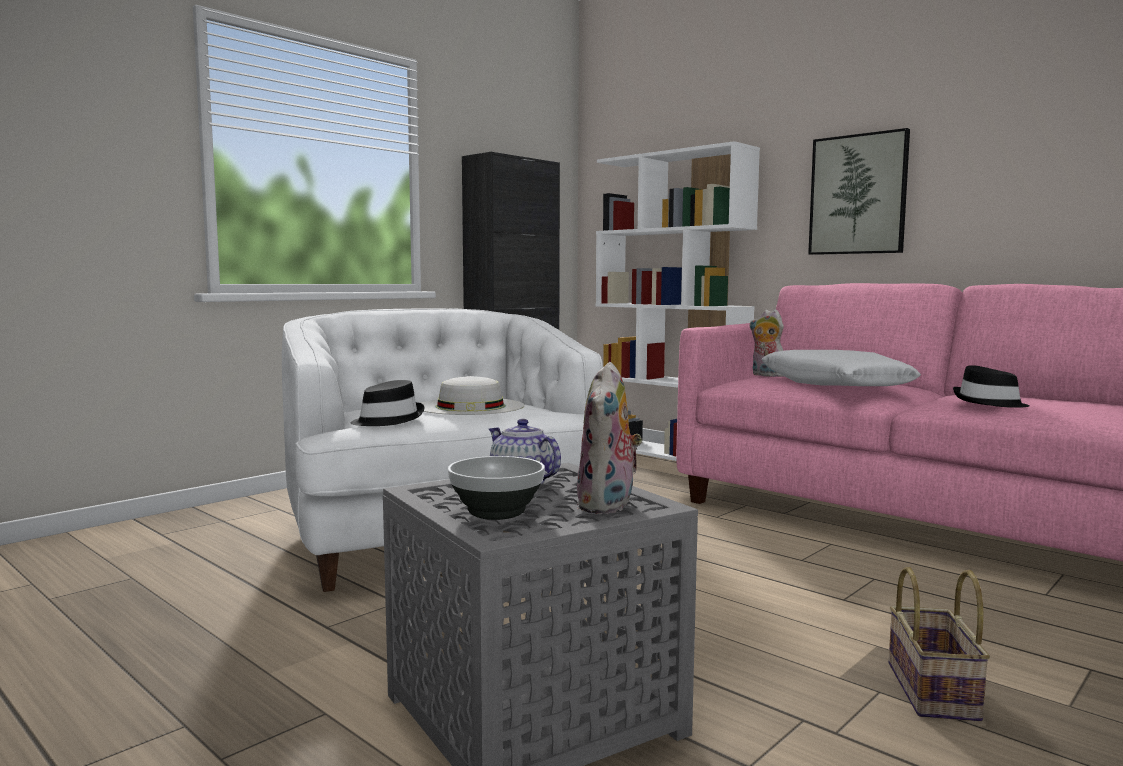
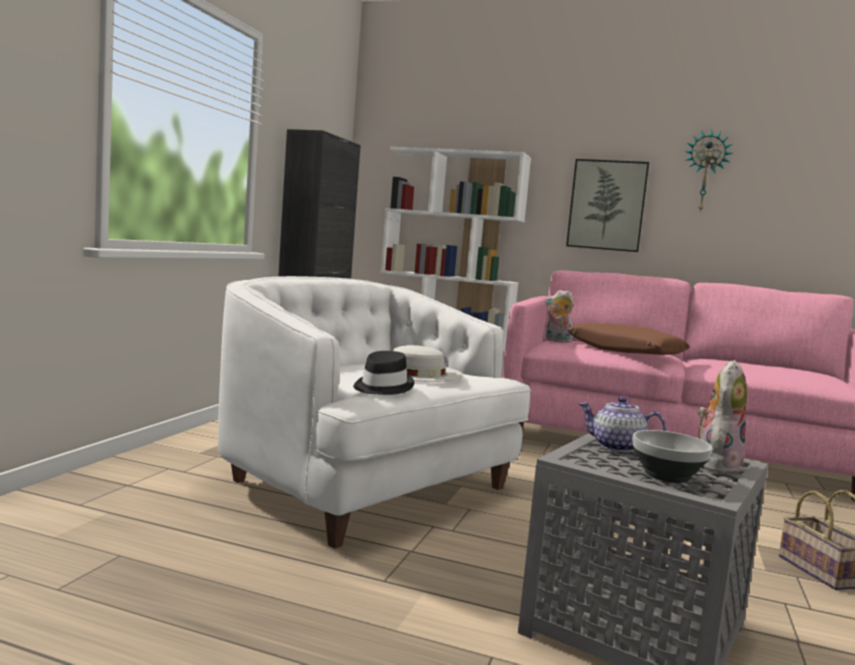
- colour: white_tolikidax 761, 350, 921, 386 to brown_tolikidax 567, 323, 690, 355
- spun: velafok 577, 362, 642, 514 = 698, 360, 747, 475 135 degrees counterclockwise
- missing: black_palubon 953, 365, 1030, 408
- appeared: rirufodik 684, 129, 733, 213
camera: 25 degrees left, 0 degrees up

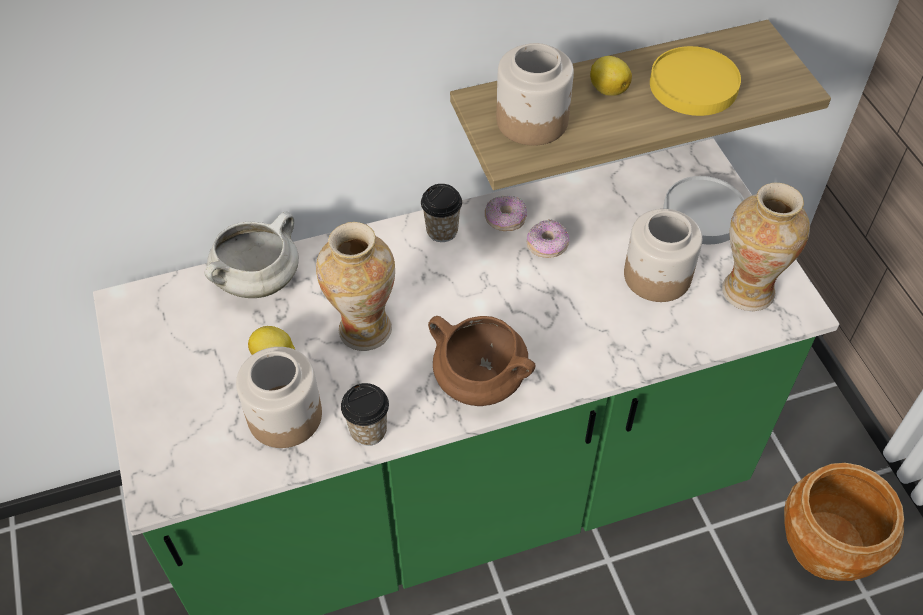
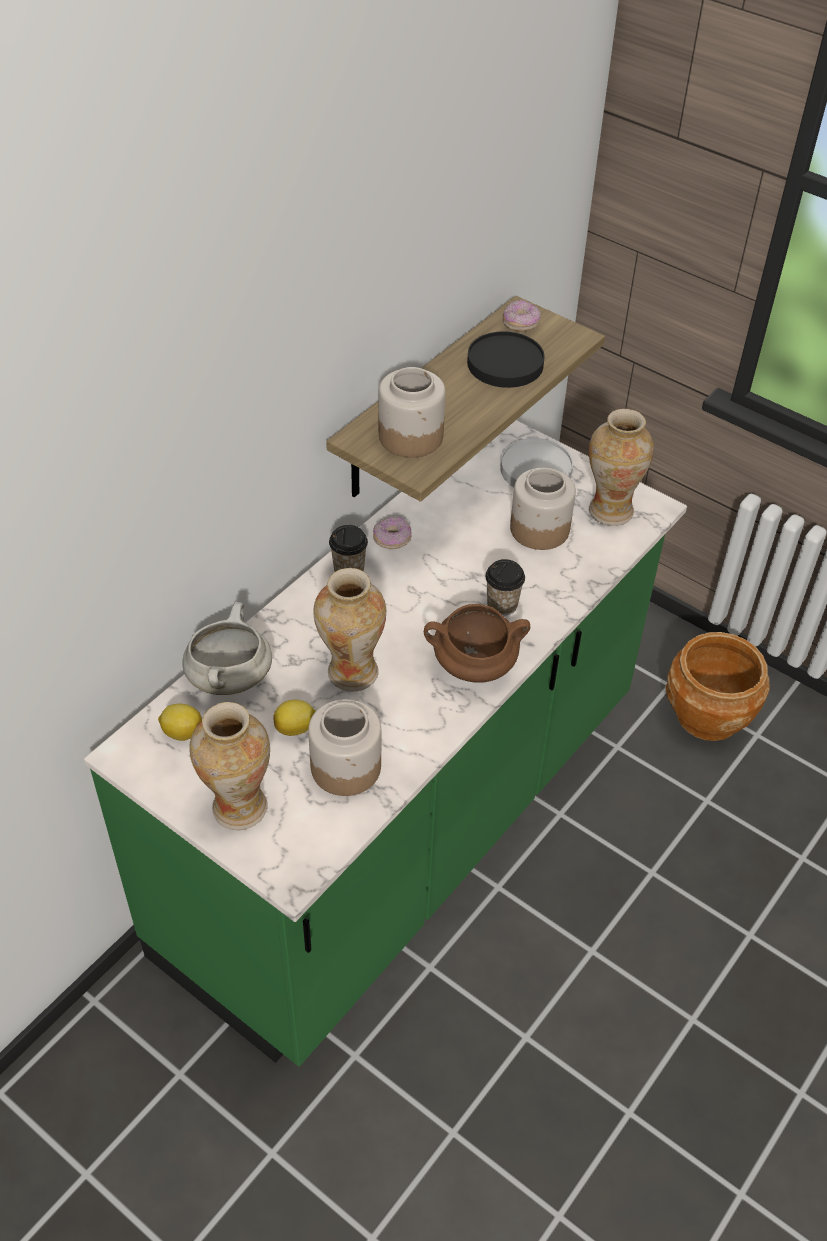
- colour: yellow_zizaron 650, 46, 741, 116 to black_zizaron 467, 331, 545, 388
- relocated: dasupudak 590, 56, 632, 96 to 158, 704, 202, 741
- relocated: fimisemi 527, 219, 569, 258 to 503, 300, 541, 331
- relocated: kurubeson 341, 383, 389, 446 to 485, 559, 525, 616
- appeared: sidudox 189, 702, 270, 830
camera: 35 degrees left, 5 degrees down

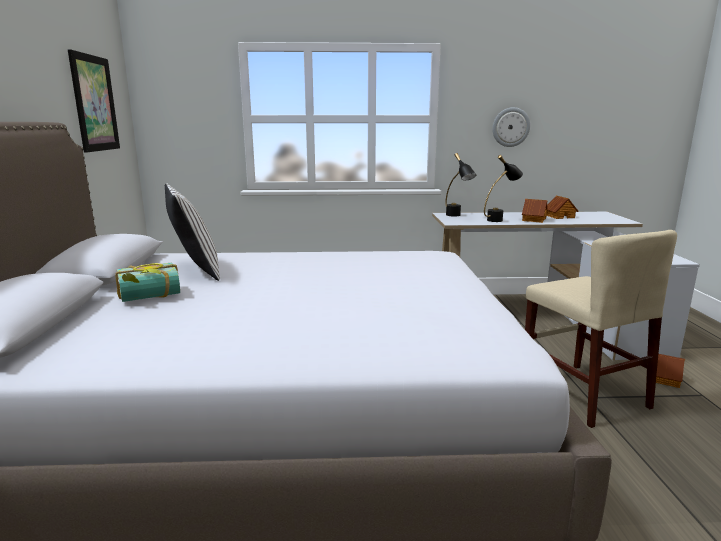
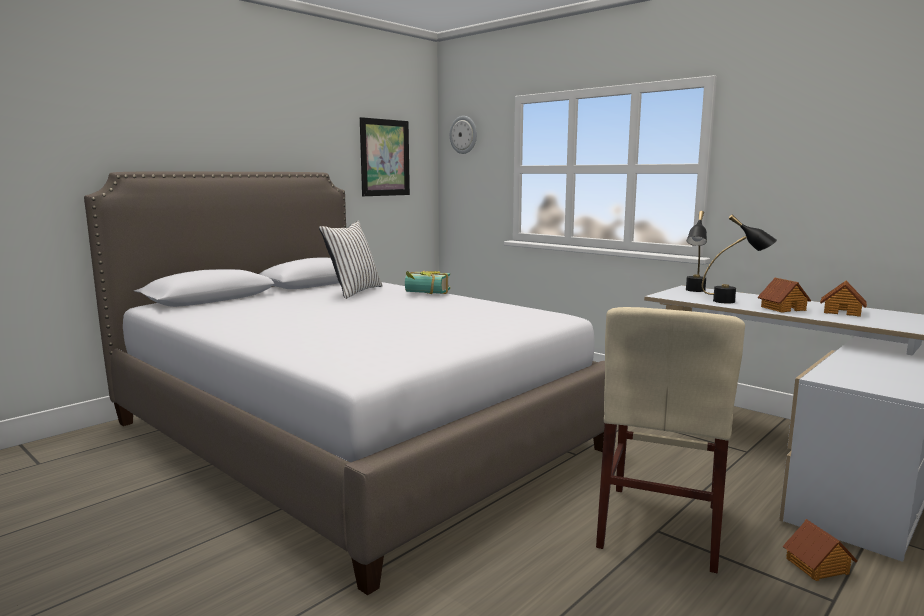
- relocated: rirufodik 492, 107, 530, 147 to 450, 116, 477, 154
- relocated: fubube 115, 262, 180, 302 to 405, 271, 450, 294
camera: 45 degrees right, 5 degrees down

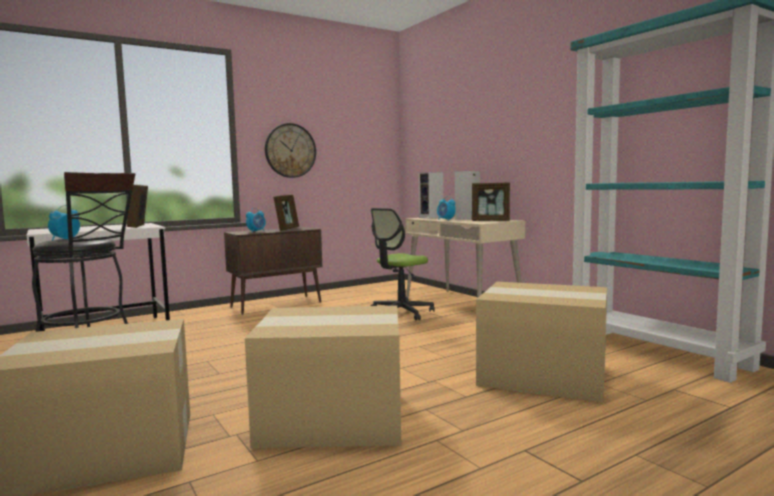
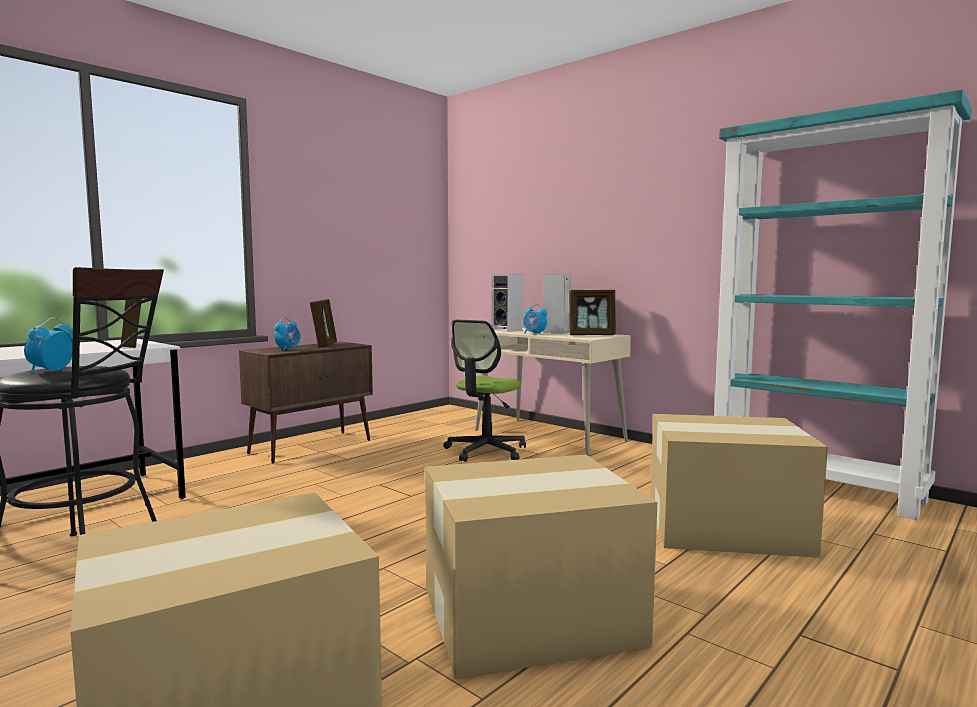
- missing: rirufodik 265, 123, 316, 178
camera: 15 degrees left, 0 degrees up

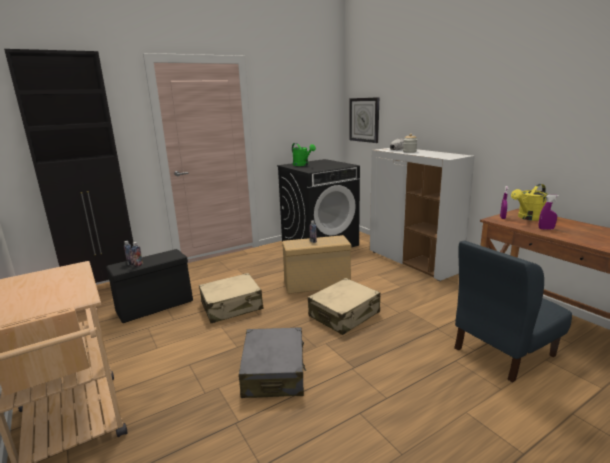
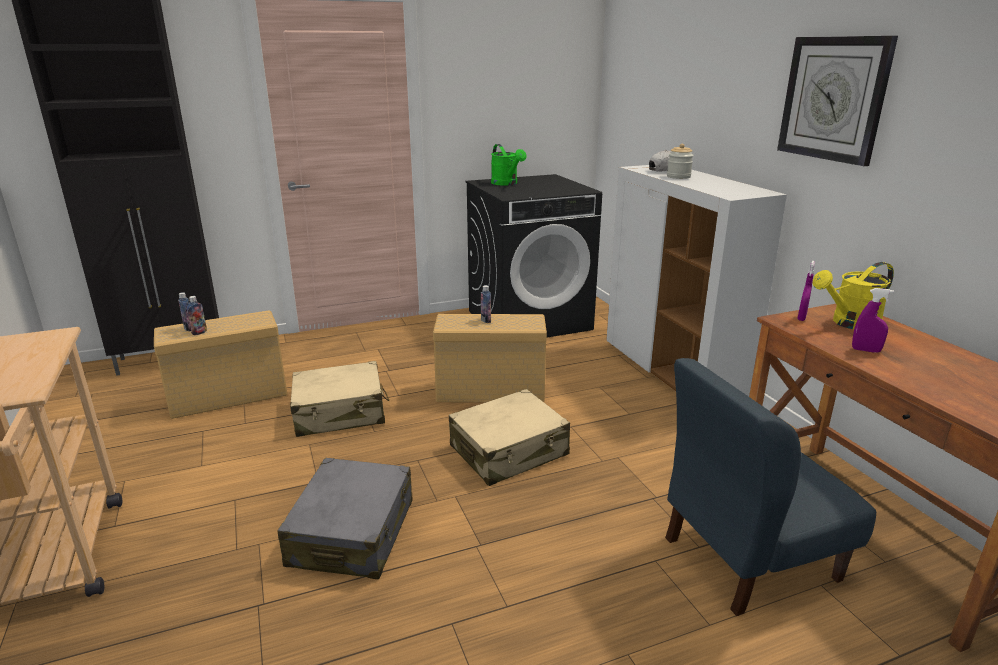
- relocated: rirufodik 349, 97, 379, 143 to 777, 36, 898, 166
- colour: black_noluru 106, 249, 193, 323 to beige_noluru 154, 310, 287, 419
camera: 10 degrees right, 5 degrees up

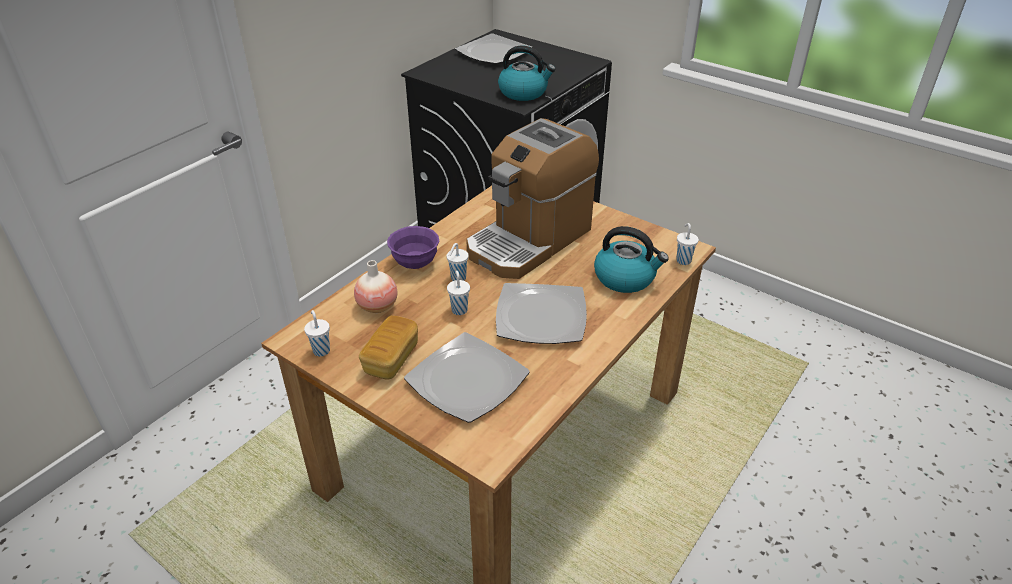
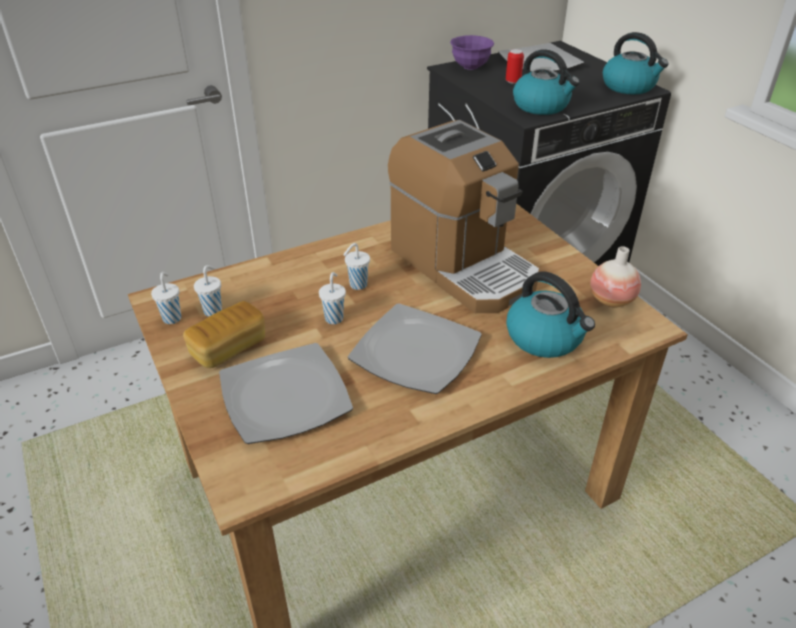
- spun: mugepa 466, 118, 599, 279 = 388, 120, 540, 313 105 degrees counterclockwise
- relocated: white_kurubeson 676, 223, 699, 265 to 194, 265, 222, 317
- relocated: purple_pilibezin 387, 226, 439, 269 to 450, 35, 494, 70
- relocated: sidudox 354, 260, 398, 313 to 590, 246, 641, 308
- appeared: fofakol 603, 32, 669, 95
- appeared: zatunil 506, 49, 524, 84
camera: 25 degrees right, 0 degrees up

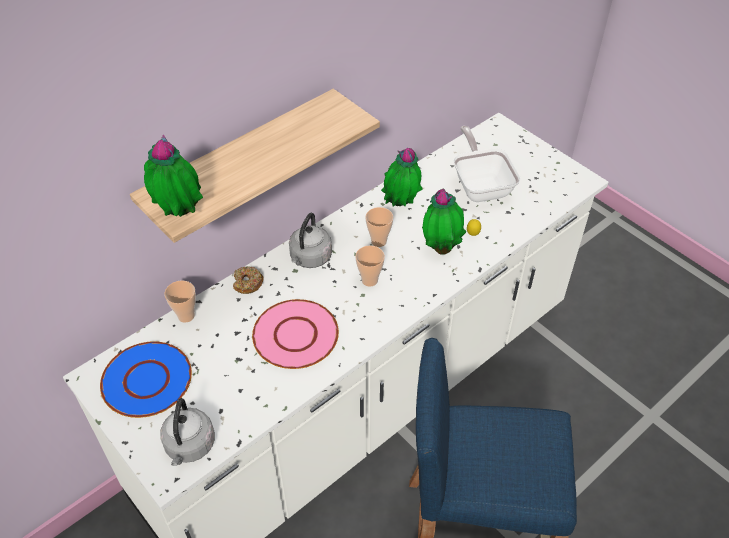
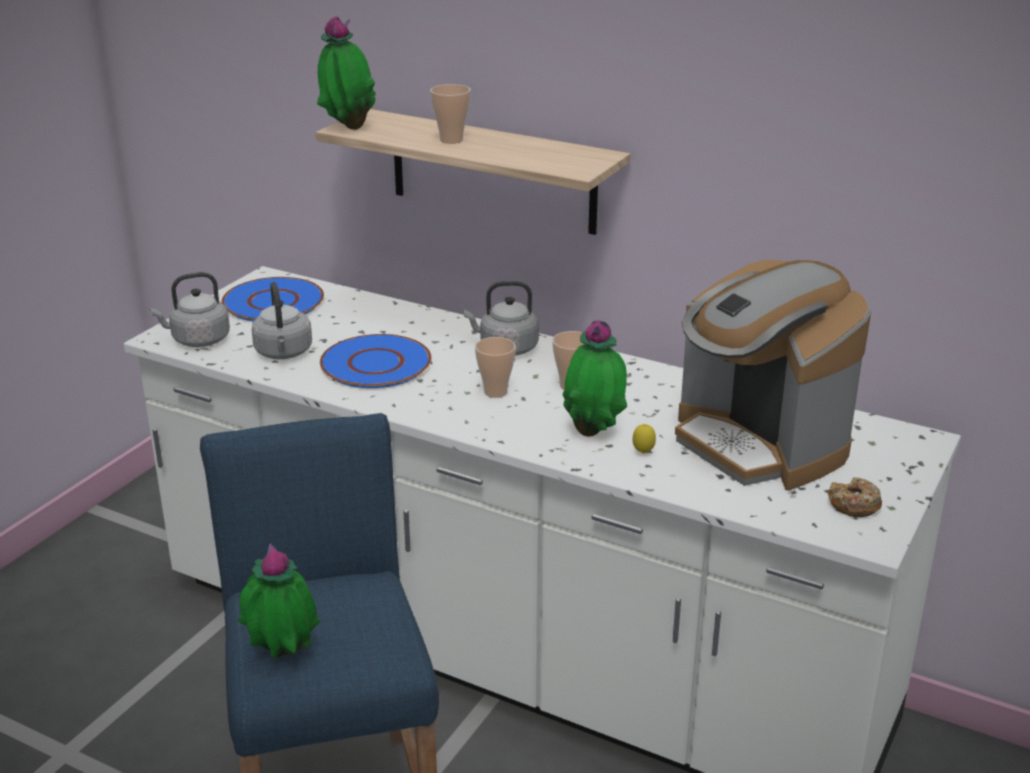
- exchanged: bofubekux 453, 126, 521, 202 to mugepa 675, 260, 871, 490
- relocated: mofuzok 381, 148, 423, 206 to 238, 543, 320, 659
- relocated: fimisemi 233, 266, 264, 294 to 828, 477, 882, 517
- relocated: kurubeson 164, 281, 196, 323 to 430, 84, 471, 144
- colour: pink_zizaron 252, 299, 339, 369 to blue_zizaron 320, 334, 432, 388
- appeared: grey_fofakol 252, 282, 312, 359
camera: 70 degrees right, 20 degrees down

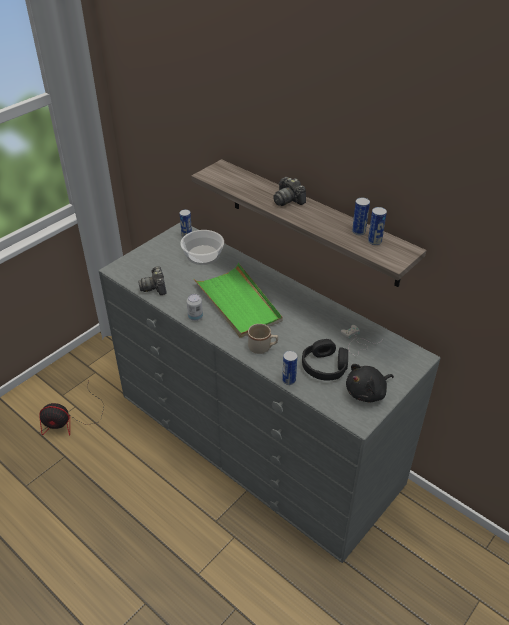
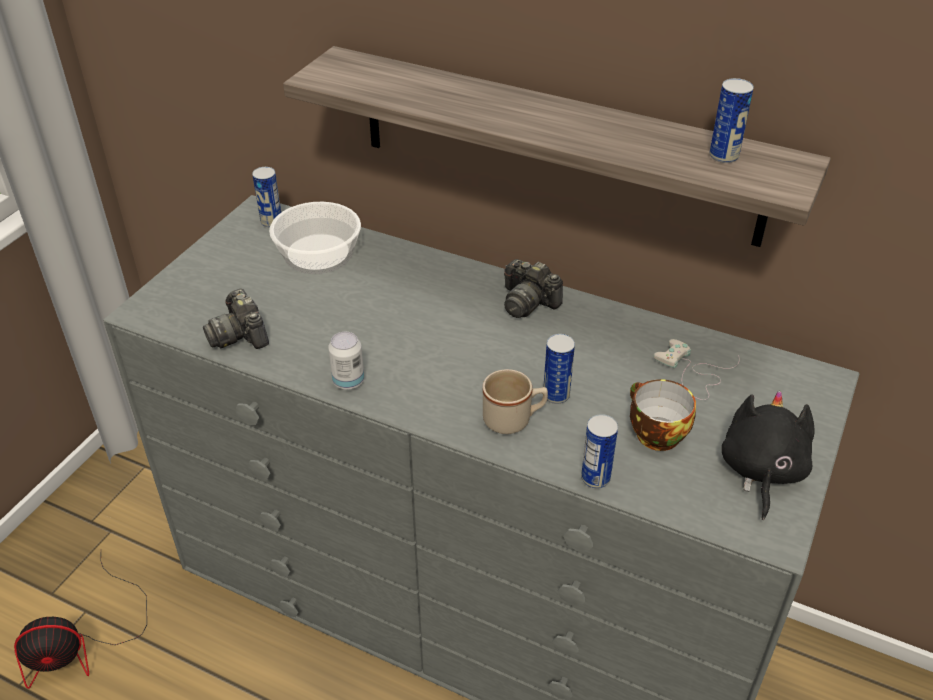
- relocated: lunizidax 273, 177, 306, 206 to 504, 259, 563, 318
- relocated: zatunil 352, 198, 370, 235 to 543, 334, 575, 404
- missing: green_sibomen 193, 263, 283, 338
- exchanged: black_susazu 302, 339, 348, 381 to kurubeson 630, 379, 696, 451
- spun: black_velafok 346, 364, 394, 402 = 722, 391, 815, 520 150 degrees clockwise
camera: 15 degrees left, 0 degrees up

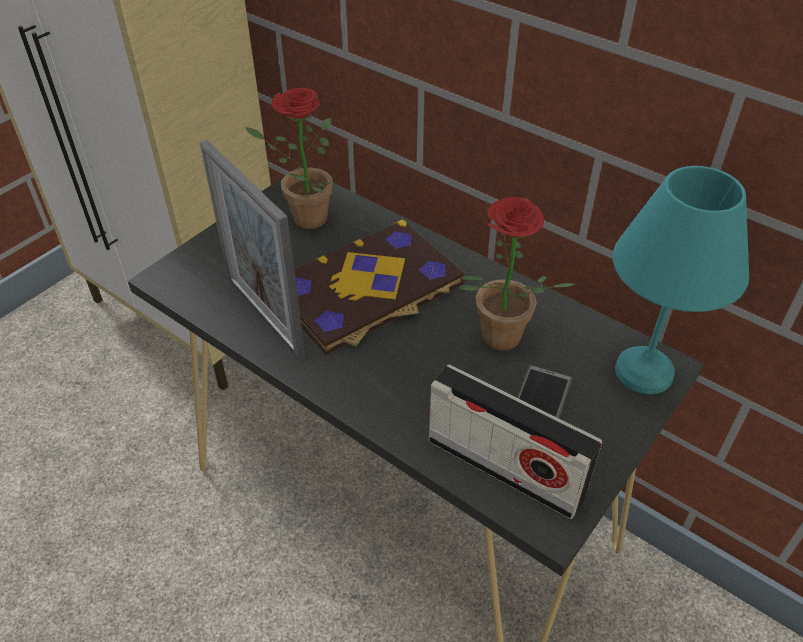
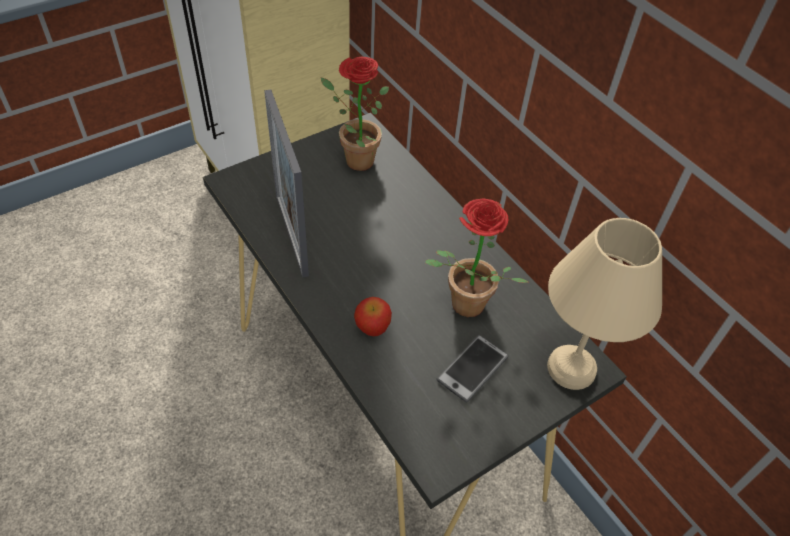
- colour: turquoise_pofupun 613, 166, 749, 394 to beige_pofupun 547, 218, 662, 390
- missing: fubube 294, 220, 465, 355
- missing: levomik 429, 364, 602, 519
- appeared: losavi 354, 297, 392, 336
camera: 15 degrees right, 5 degrees up

